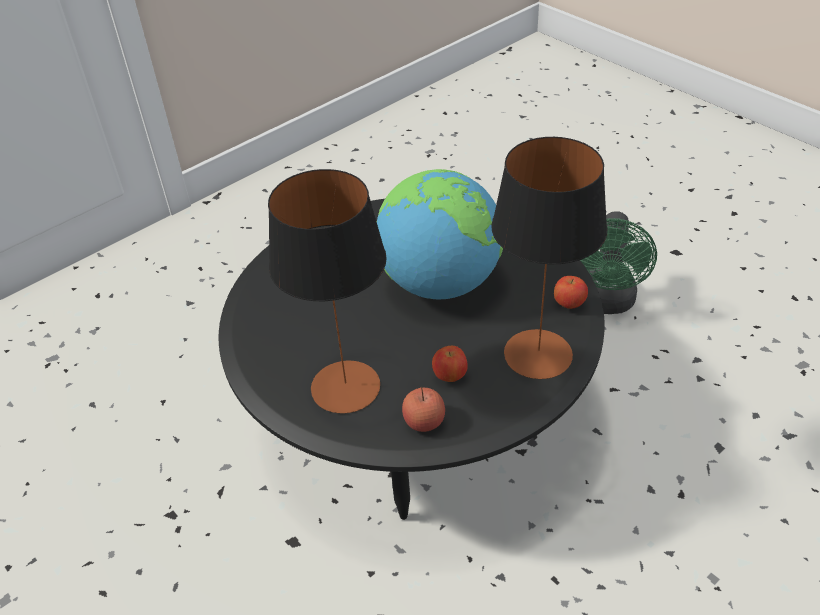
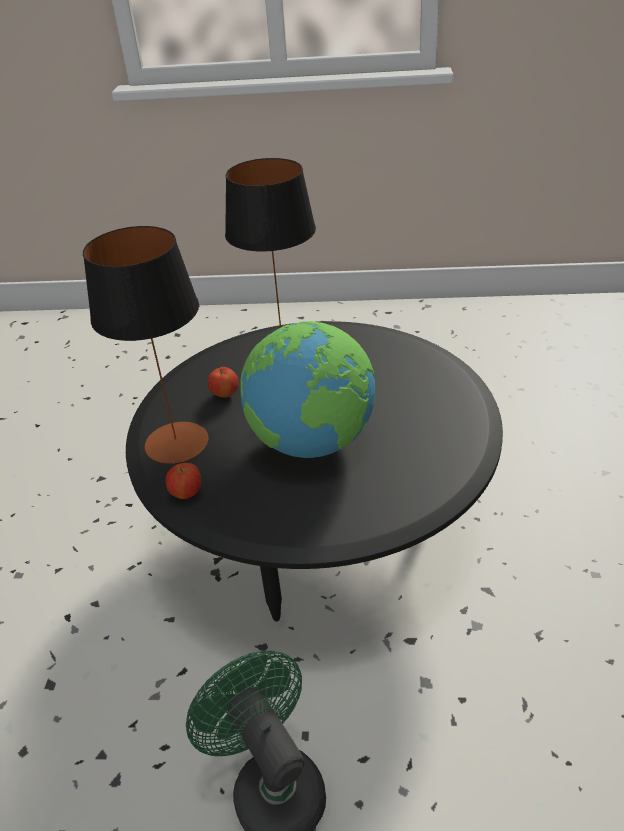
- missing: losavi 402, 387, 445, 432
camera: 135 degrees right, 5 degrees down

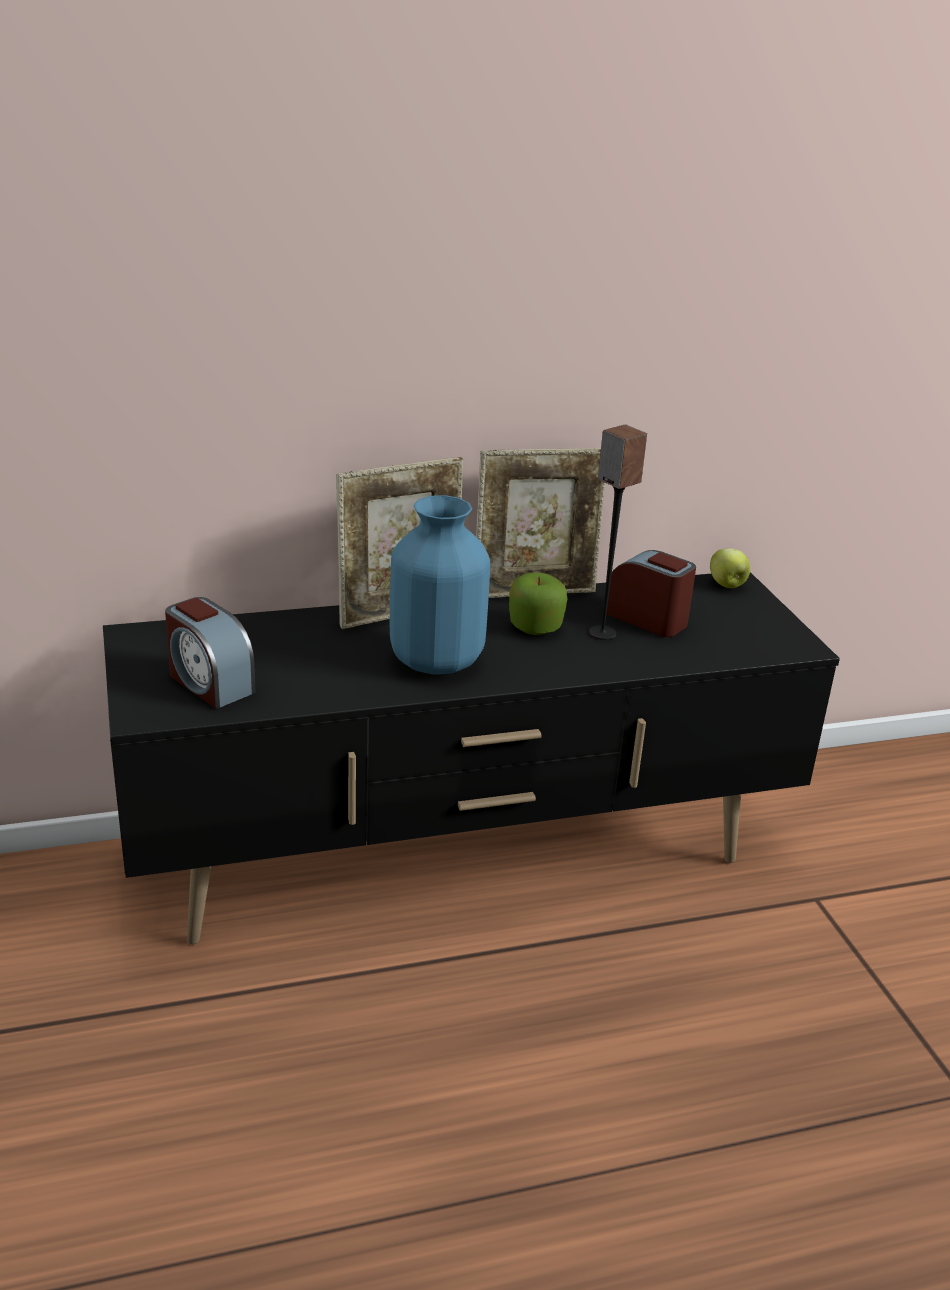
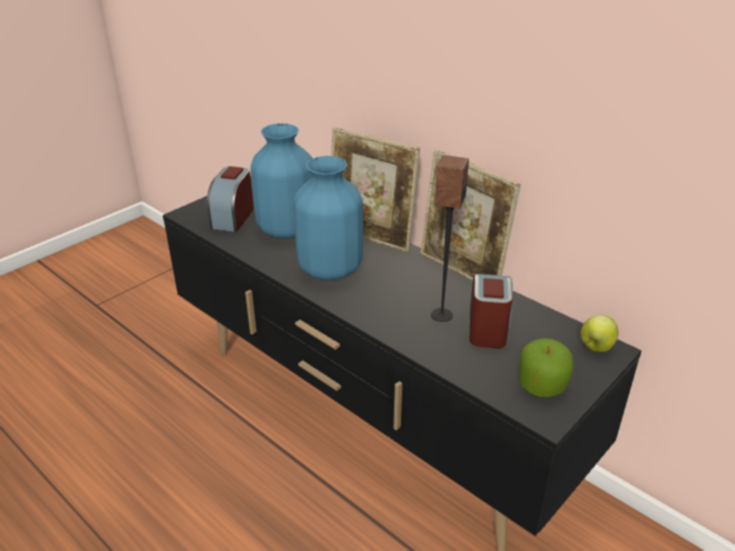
- relocated: losavi 509, 573, 567, 635 to 519, 338, 573, 397
- appeared: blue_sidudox 251, 123, 313, 239
camera: 60 degrees right, 5 degrees up

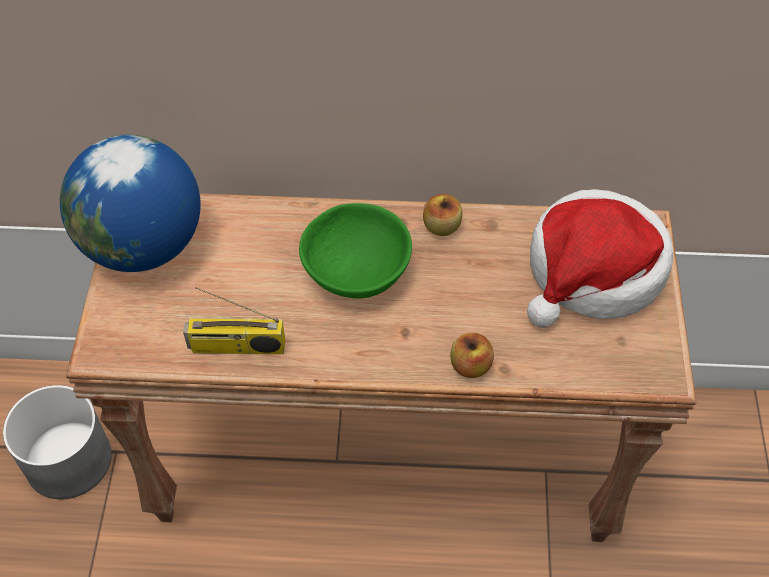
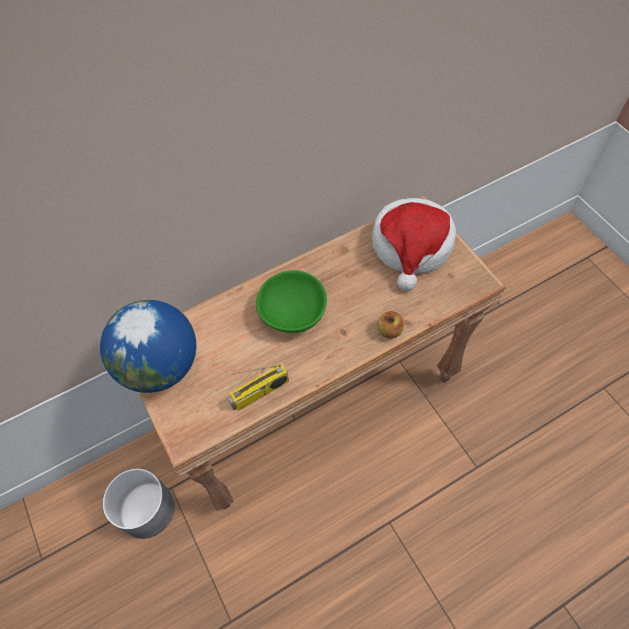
- missing: losavi 423, 194, 463, 236
camera: 30 degrees left, 5 degrees up

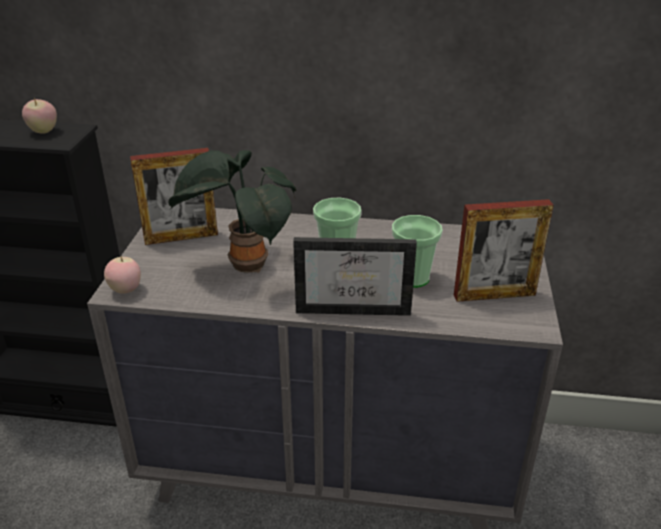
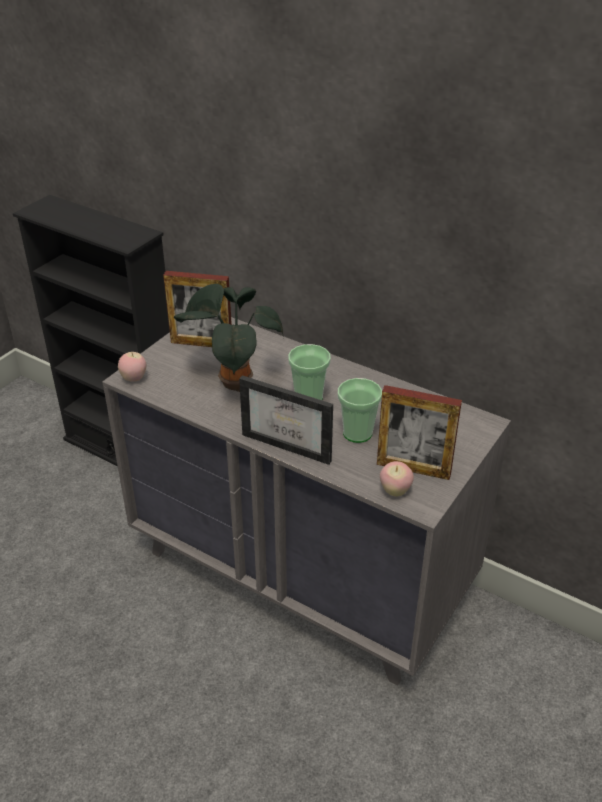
- relocated: losavi 22, 98, 57, 134 to 380, 461, 414, 497
camera: 25 degrees right, 5 degrees up

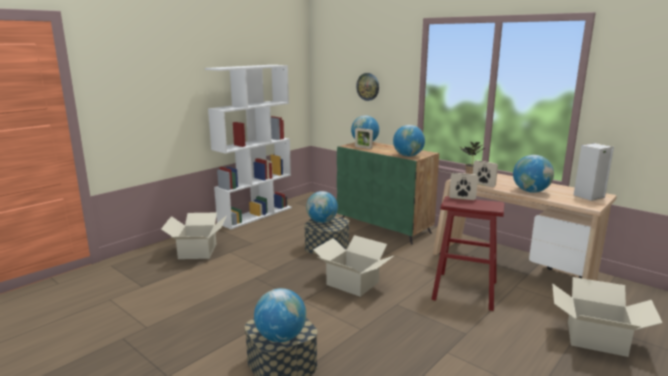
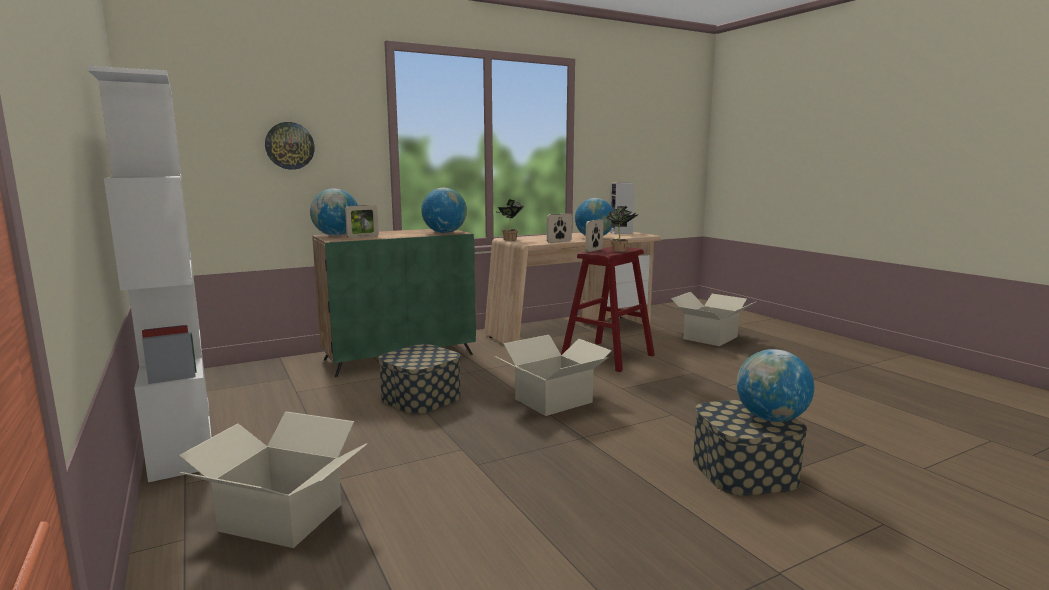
- missing: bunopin 306, 191, 338, 223
- appeared: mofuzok 606, 206, 639, 252
camera: 70 degrees left, 5 degrees down

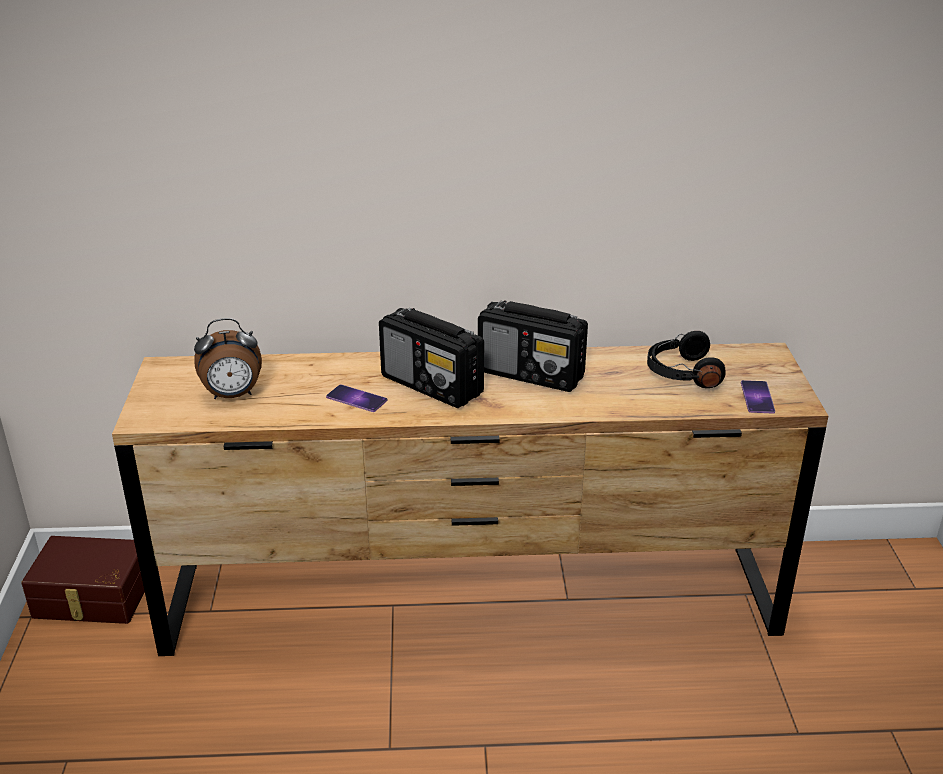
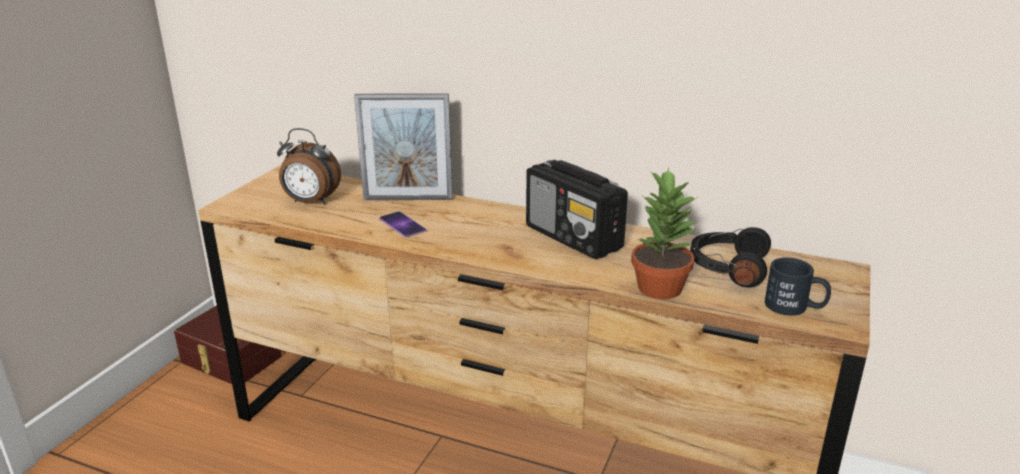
- missing: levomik 379, 308, 484, 408
- exchanged: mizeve 741, 380, 775, 414 to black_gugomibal 765, 258, 831, 316
- appeared: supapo 354, 93, 453, 200
- appeared: mofuzok 631, 168, 698, 299
camera: 25 degrees right, 5 degrees down

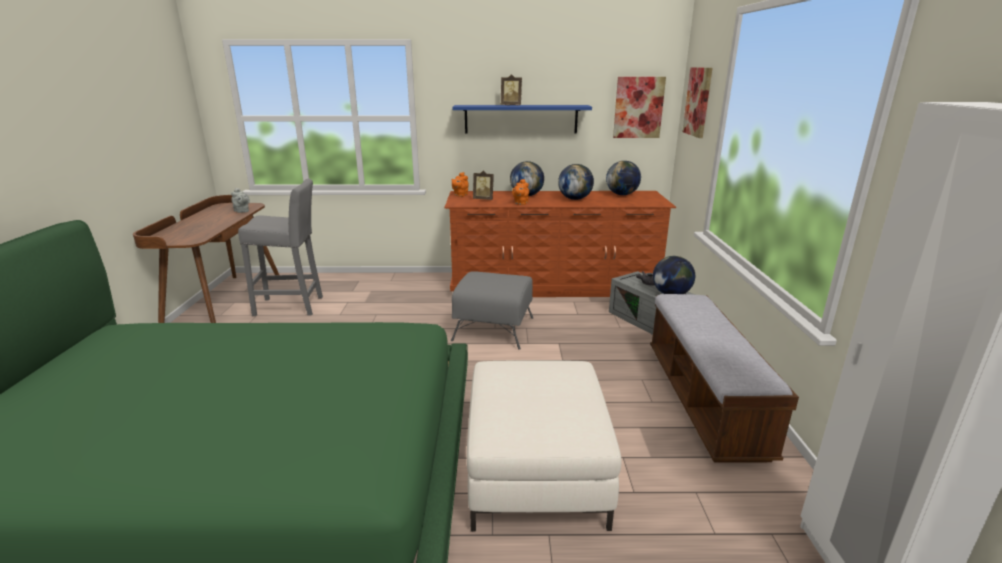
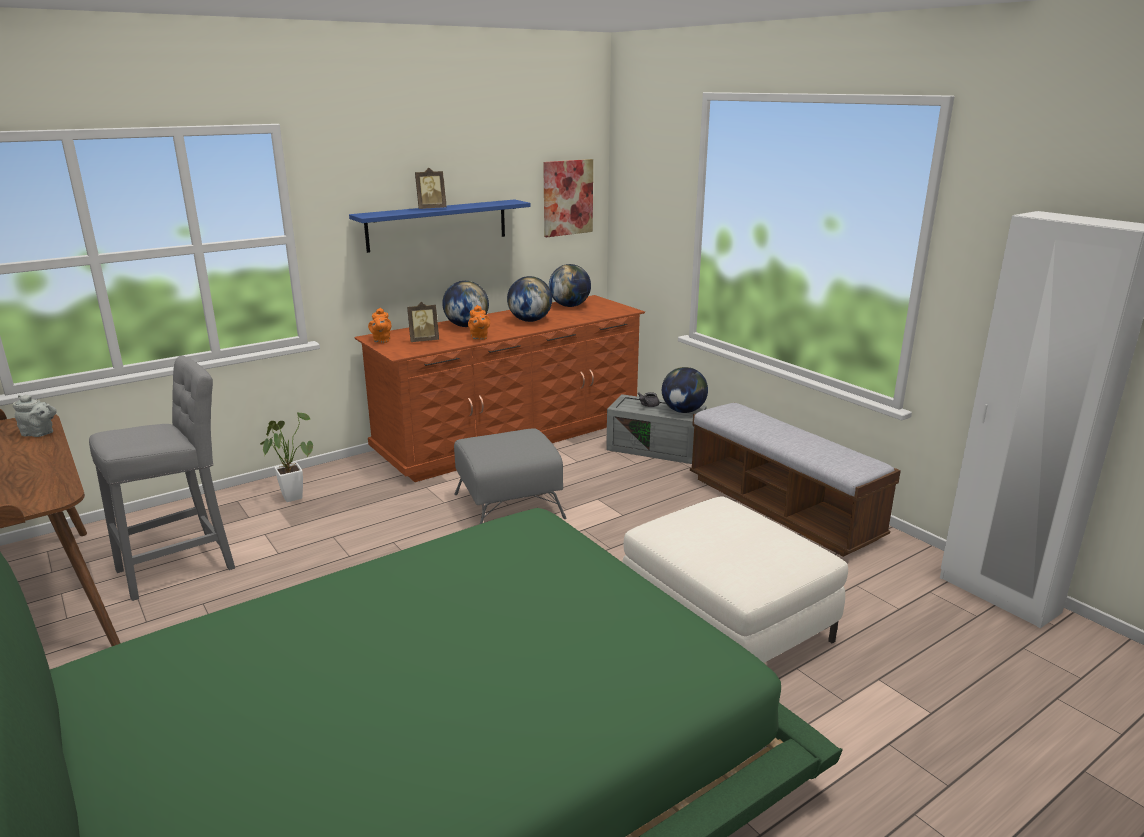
- missing: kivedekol 682, 67, 713, 138
- appeared: mofuzok 260, 411, 313, 502
camera: 35 degrees left, 0 degrees up

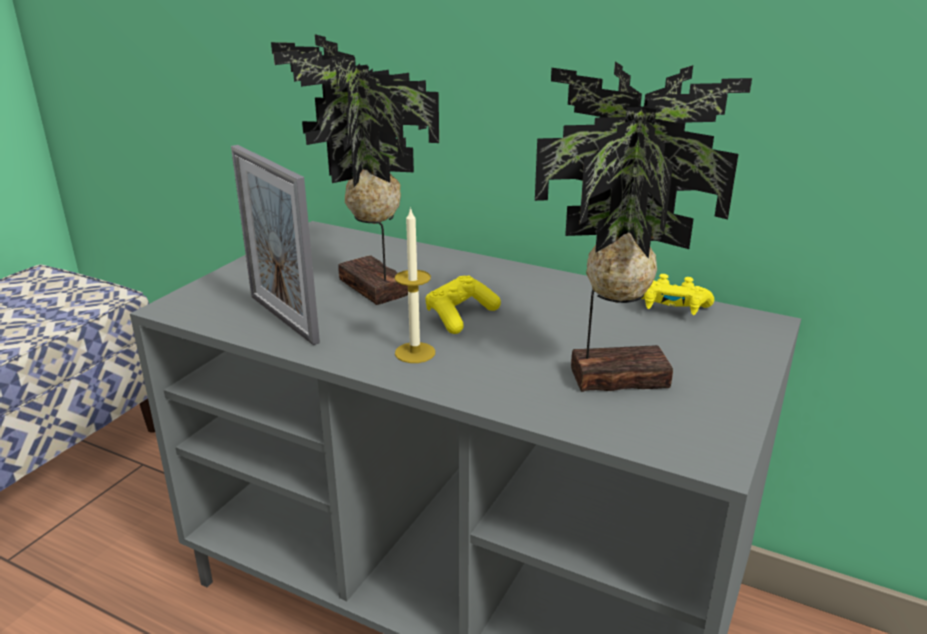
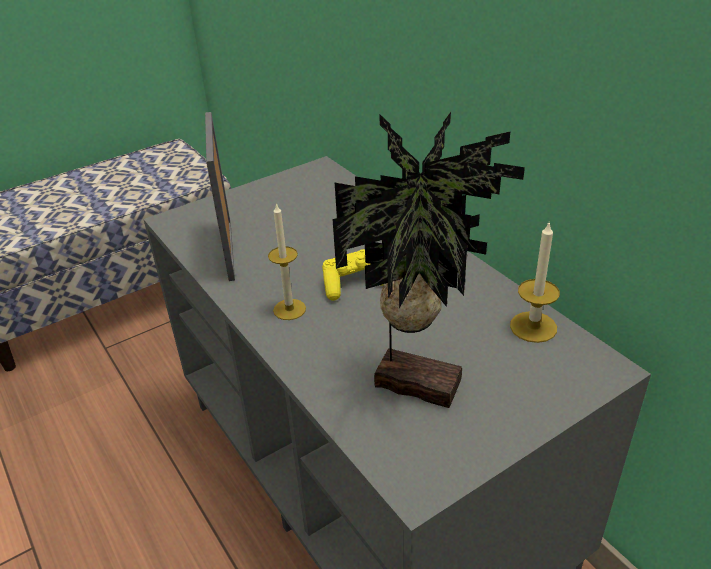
- missing: mofuzok 271, 34, 439, 305
- exchanged: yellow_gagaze 641, 274, 714, 315 to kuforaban 510, 223, 560, 343
camera: 30 degrees right, 10 degrees up

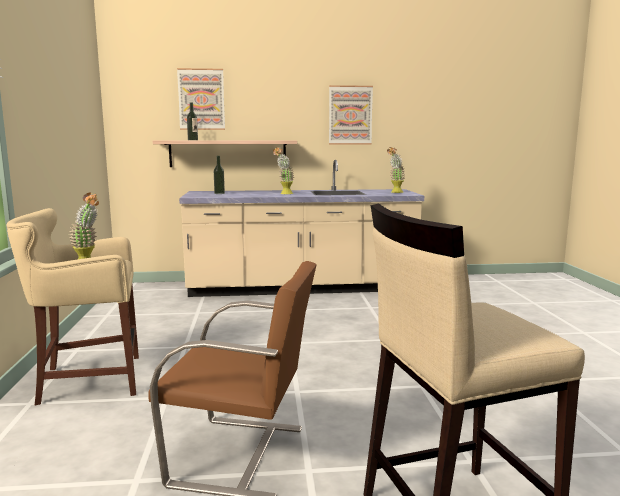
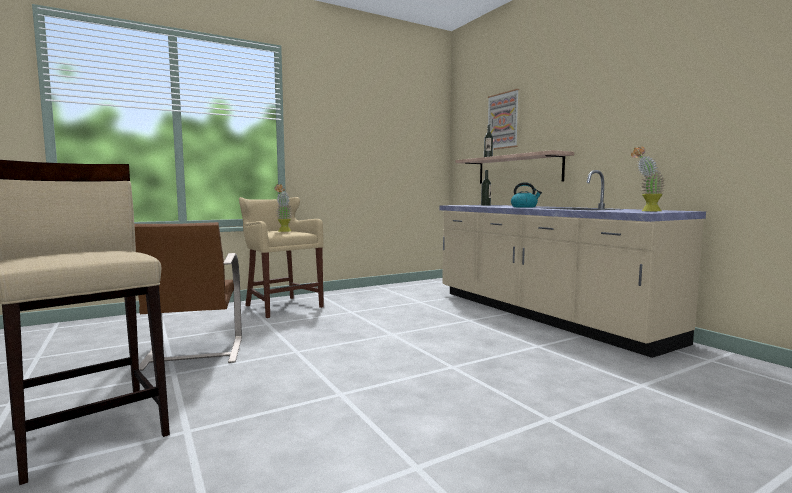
- missing: kivedekol 329, 85, 373, 145
- exchanged: mofuzok 273, 147, 294, 194 to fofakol 511, 182, 542, 208
camera: 65 degrees right, 5 degrees down

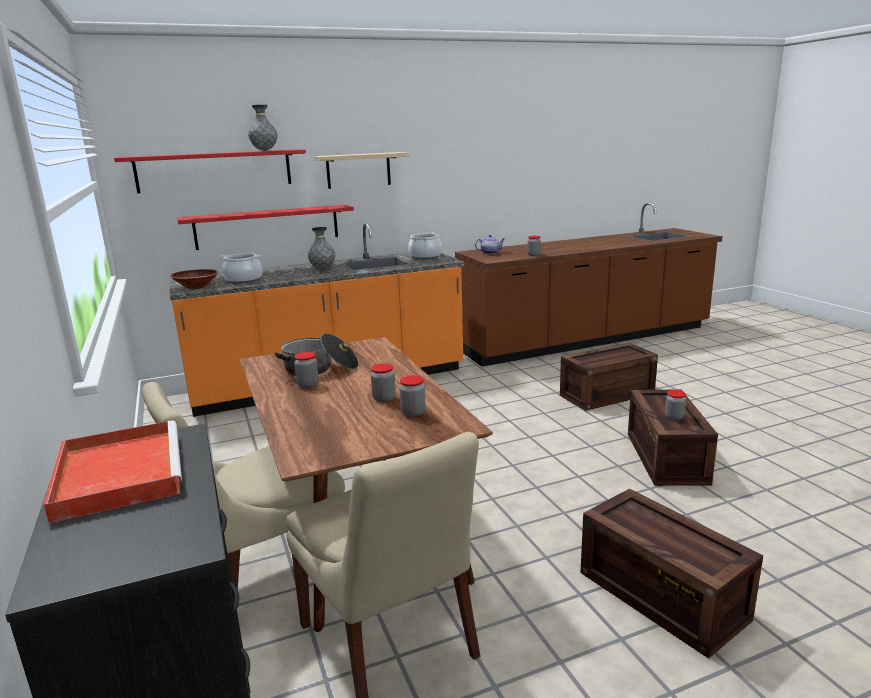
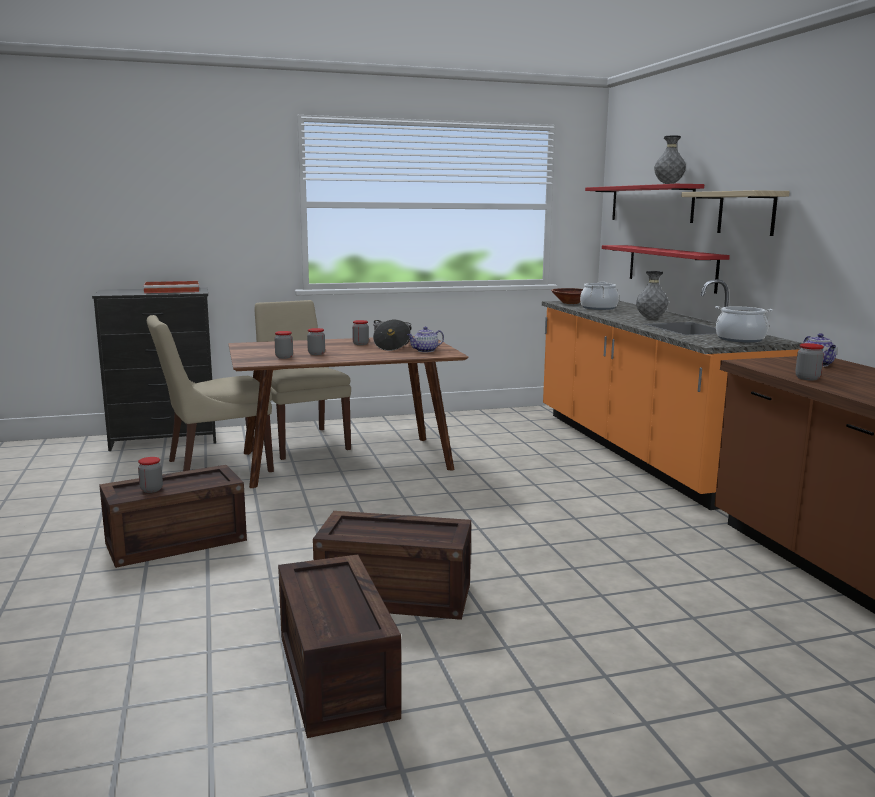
- relocated: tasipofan 560, 343, 658, 411 to 278, 554, 401, 738
- relocated: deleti 665, 390, 686, 421 to 138, 457, 163, 493
- appeared: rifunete 407, 327, 444, 353
camera: 95 degrees right, 5 degrees down

